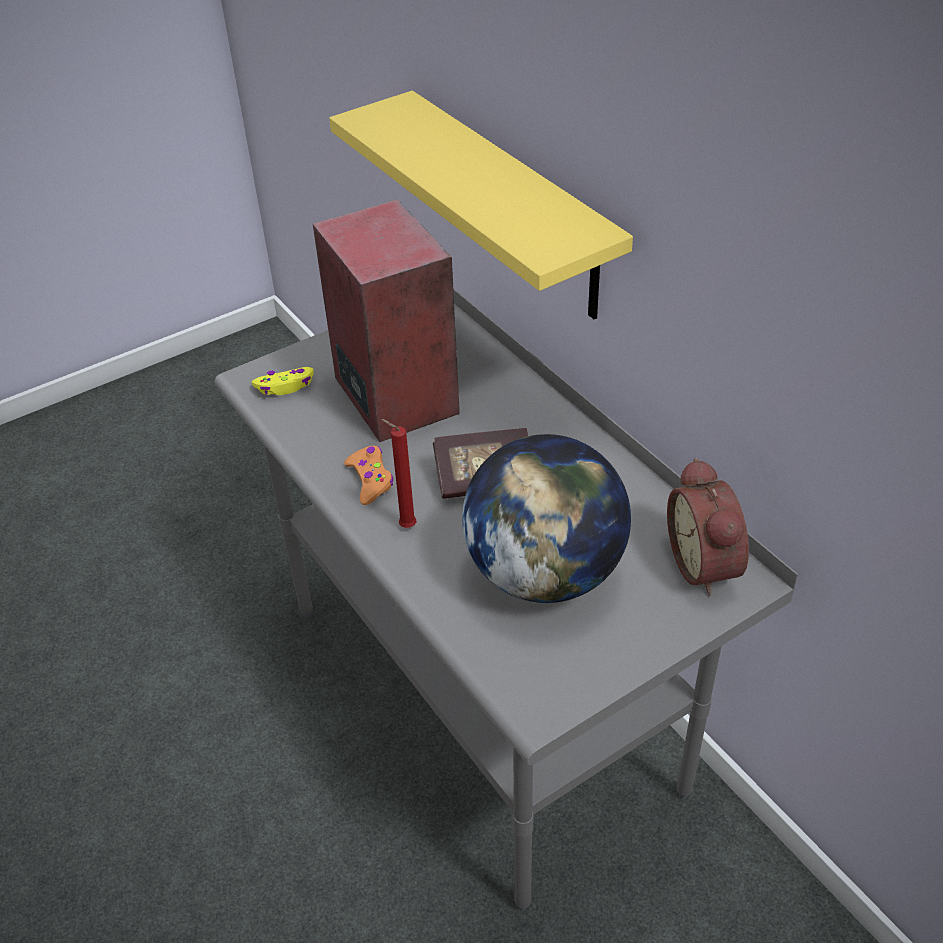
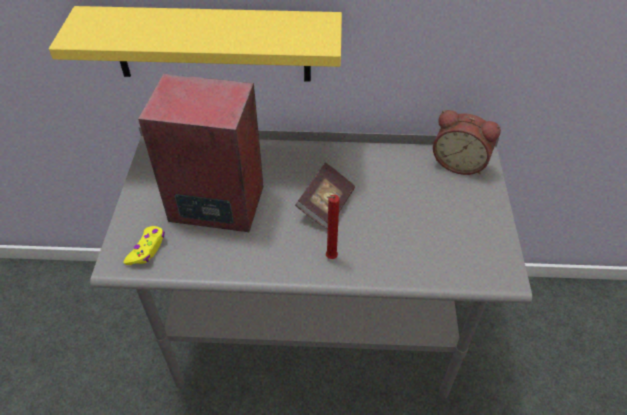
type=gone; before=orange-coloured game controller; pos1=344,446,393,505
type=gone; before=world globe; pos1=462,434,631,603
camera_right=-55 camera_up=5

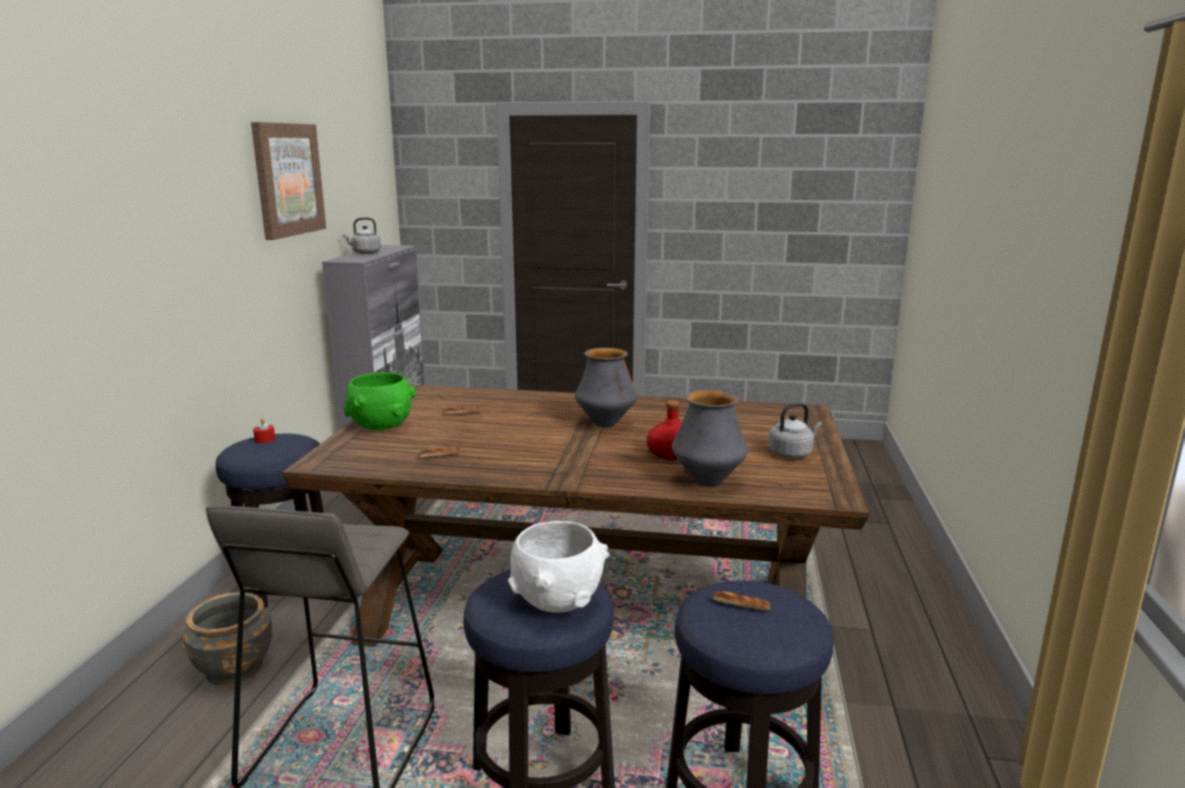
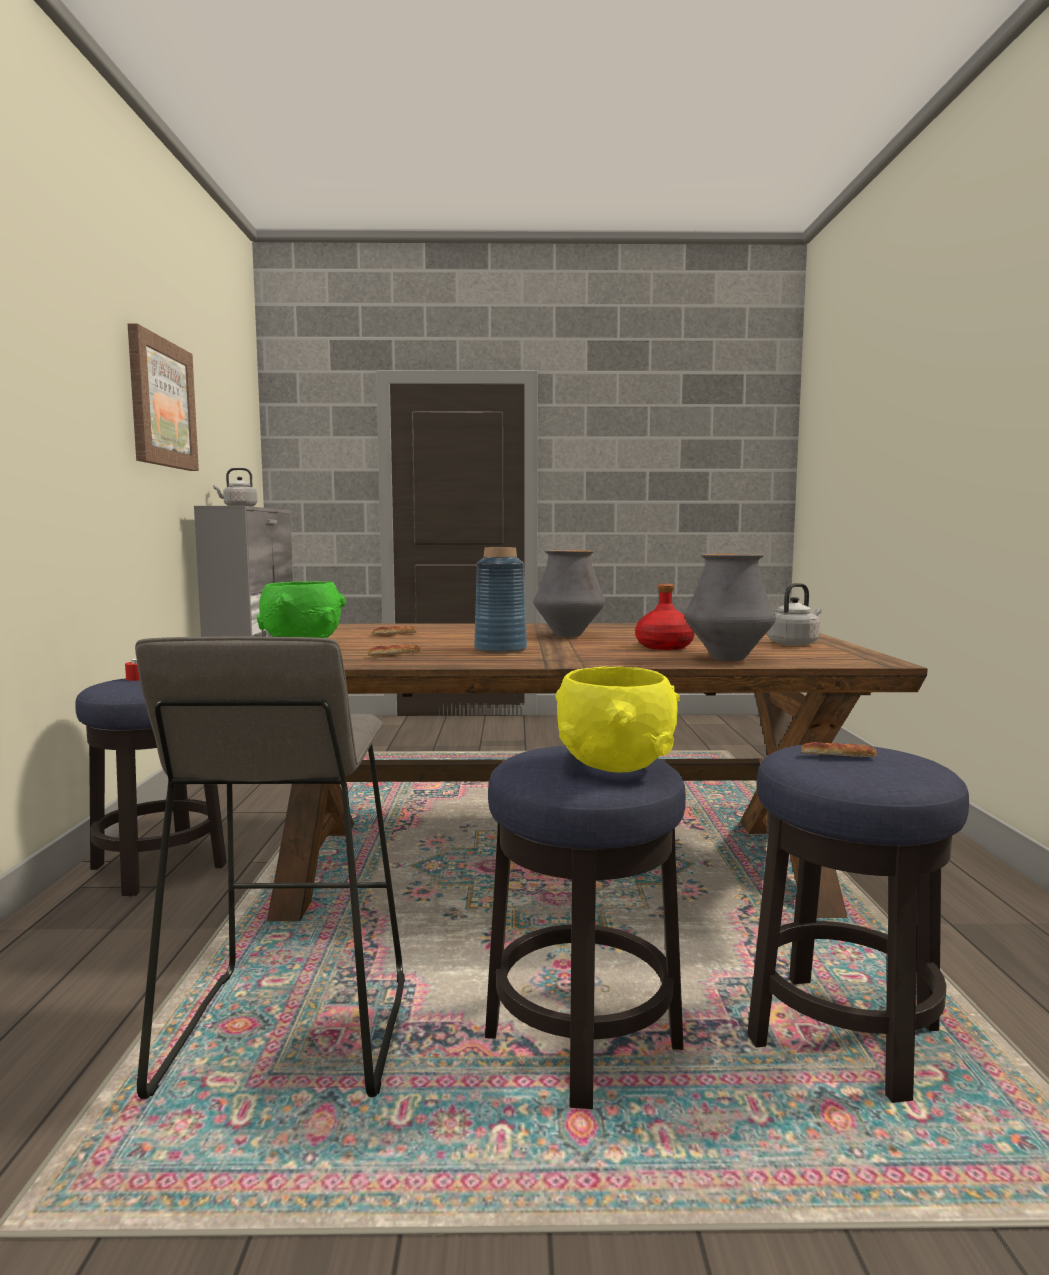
type=gone; before=greyish plant pot; pos1=182,592,274,686
type=repainted; before=white serving bowl; after=yellow-coloured serving bowl; pos1=508,521,610,613; pos2=555,667,680,773
type=new; after=bluish vase; pos2=474,547,527,654
camera_right=-10 camera_up=-10

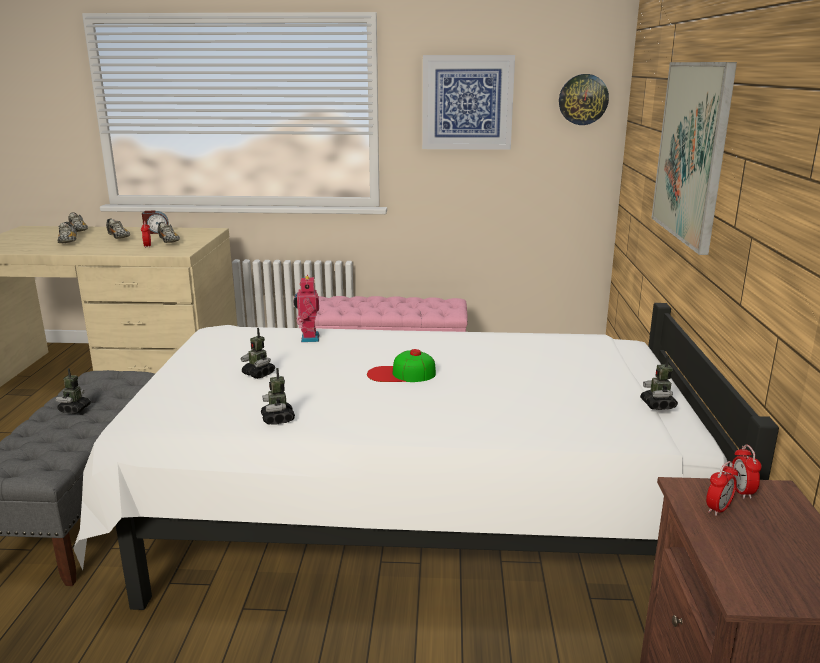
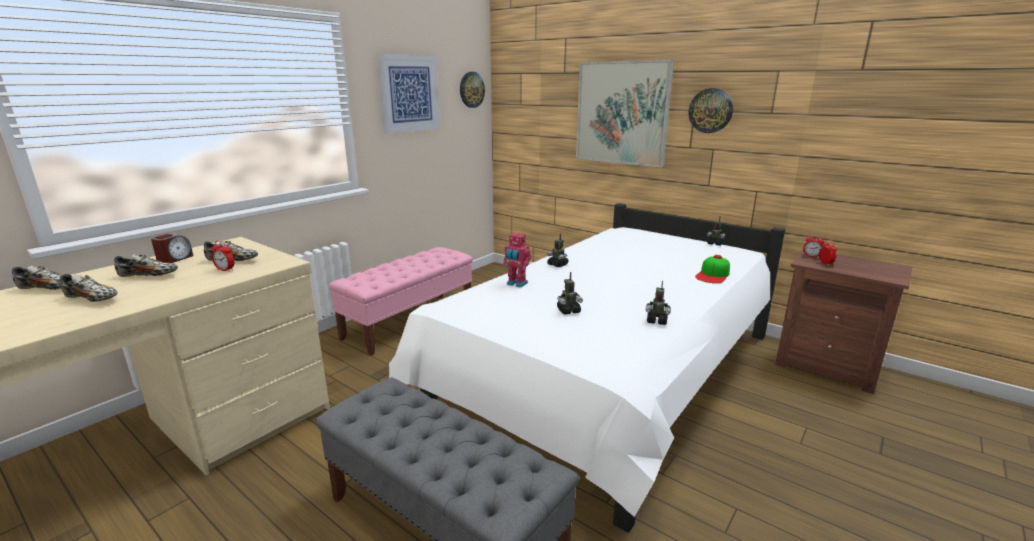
type=shifted; before=toy robot; pos1=56,368,91,414; pos2=547,233,569,267
type=shifted; before=peaked cap; pos1=367,349,436,382; pos2=695,255,730,283
type=new; after=clock on the wall; pos2=689,88,733,133
camera_right=-55 camera_up=0

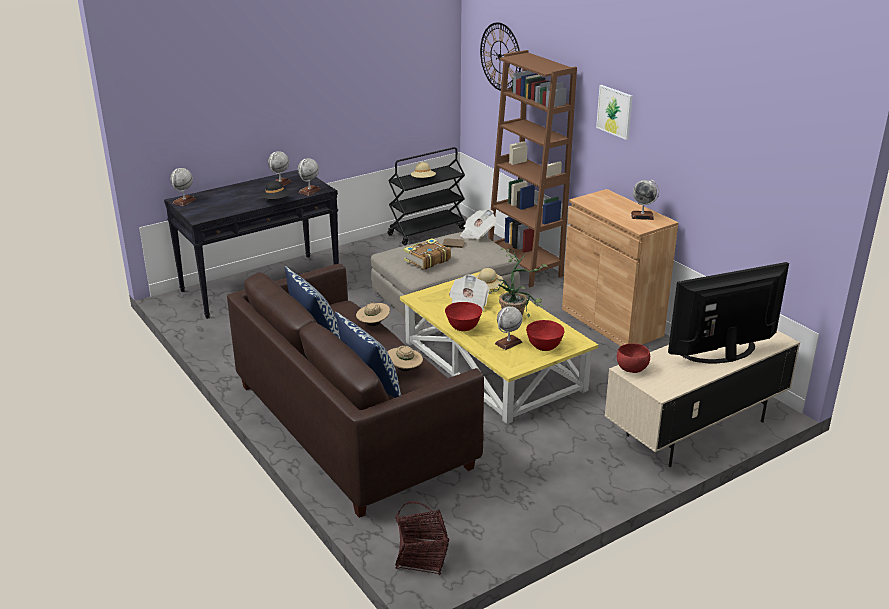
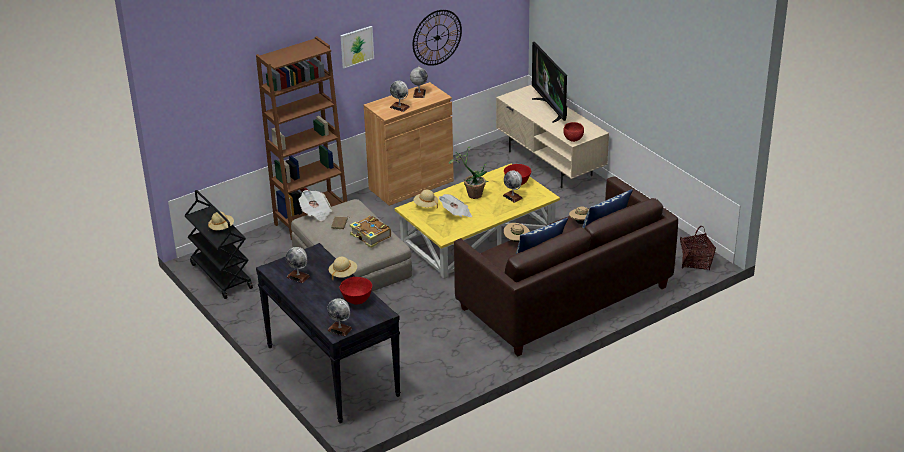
type=repainted; before=black clothing hat; after=beige clothing hat; pos1=261,181,291,199; pos2=329,257,357,280
type=shifted; before=world globe; pos1=297,158,321,196; pos2=390,81,409,112
type=shifted; before=red-coloured serving bowl; pos1=445,302,482,331; pos2=340,277,372,304
type=shifted; before=clock on the wall; pos1=480,22,521,91; pos2=413,10,462,66
camera_right=-90 camera_up=5

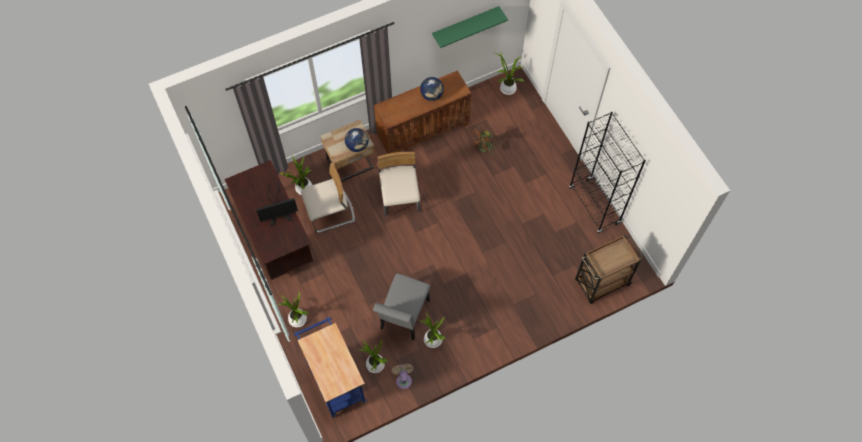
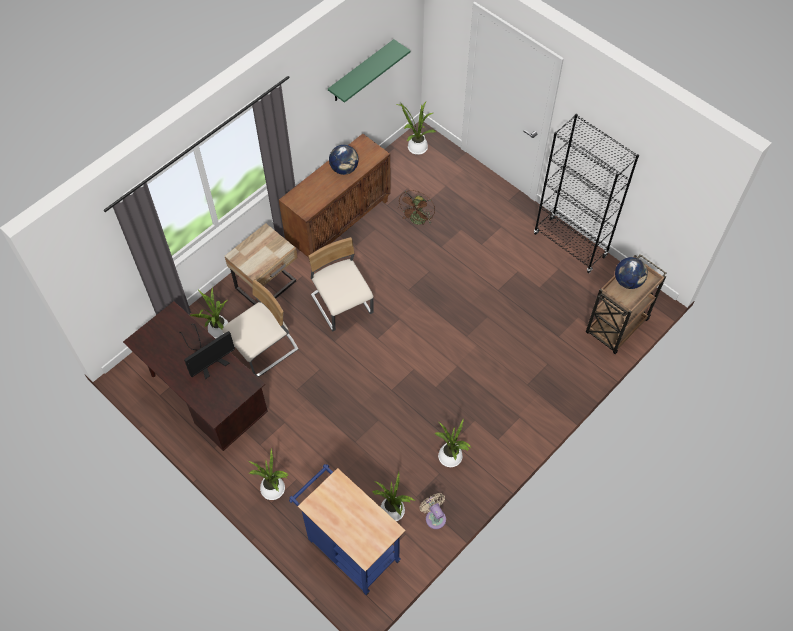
type=shifted; before=world globe; pos1=345,128,368,152; pos2=615,257,648,289
type=gone; before=greyish chair; pos1=373,273,431,340
camera_right=-20 camera_up=-5

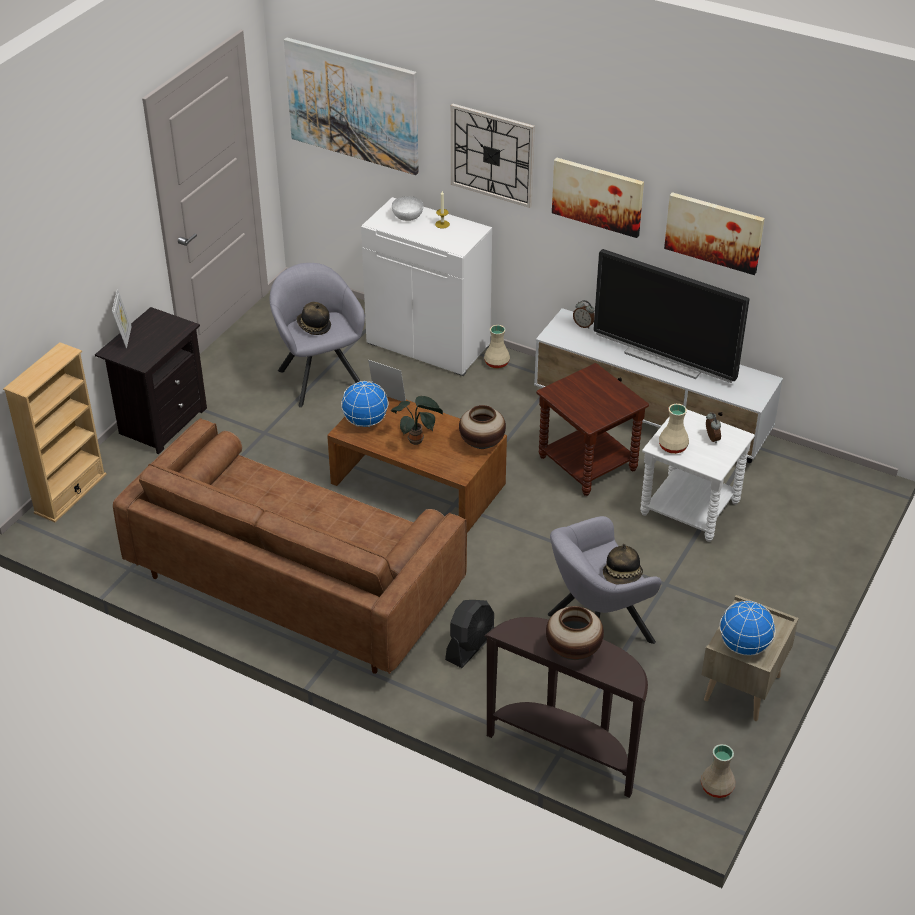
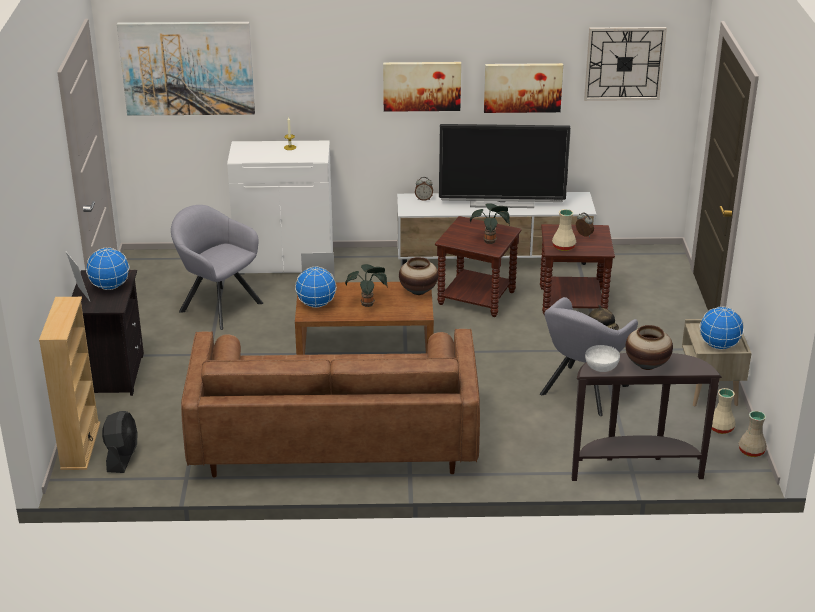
type=gone; before=clothing hat; pos1=296,302,331,335
type=shifted; before=white serving bowl; pos1=392,196,423,221; pos2=585,345,620,372
type=shifted; before=black cooling fan; pos1=445,600,494,668; pos2=102,411,137,473
type=shifted; before=clock on the wall; pos1=451,104,535,208; pos2=584,27,667,101
type=shifted; before=beige vase; pos1=484,325,510,369; pos2=712,388,736,434
type=repainted; before=white accent table; after=brownish accent table; pos1=640,409,755,542; pos2=540,224,615,316
type=new; after=world globe; pos2=86,247,130,290
type=new; after=plant in a pot; pos2=470,203,510,244
camera_right=-30 camera_up=-10

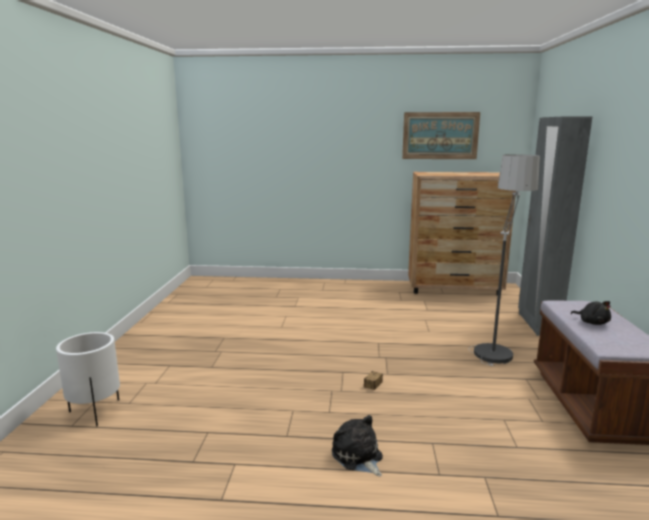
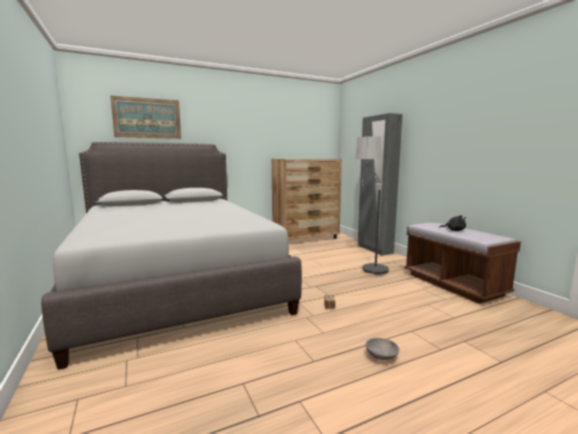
type=gone; before=white plant pot; pos1=56,332,120,427
type=swapped; before=cuddly toy; after=greyish serving bowl; pos1=332,415,383,476; pos2=365,338,399,360
type=shifted; before=wall art; pos1=402,112,480,159; pos2=110,95,181,139
type=new; after=greyish bedroom bed; pos2=41,142,302,370
camera_right=-30 camera_up=-5

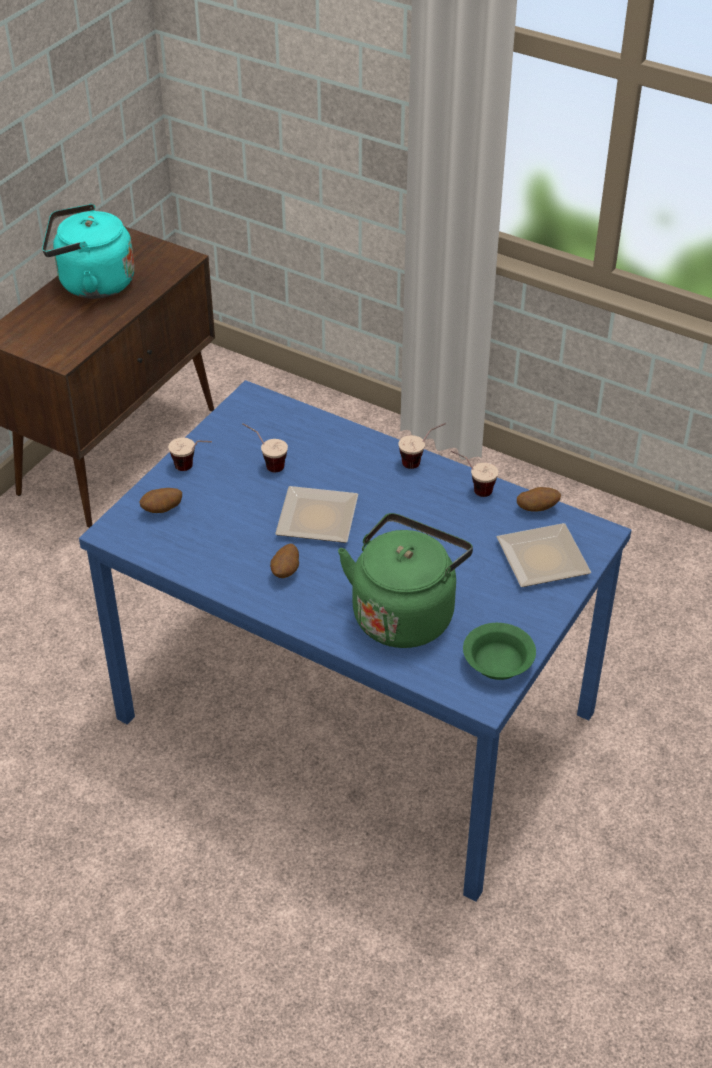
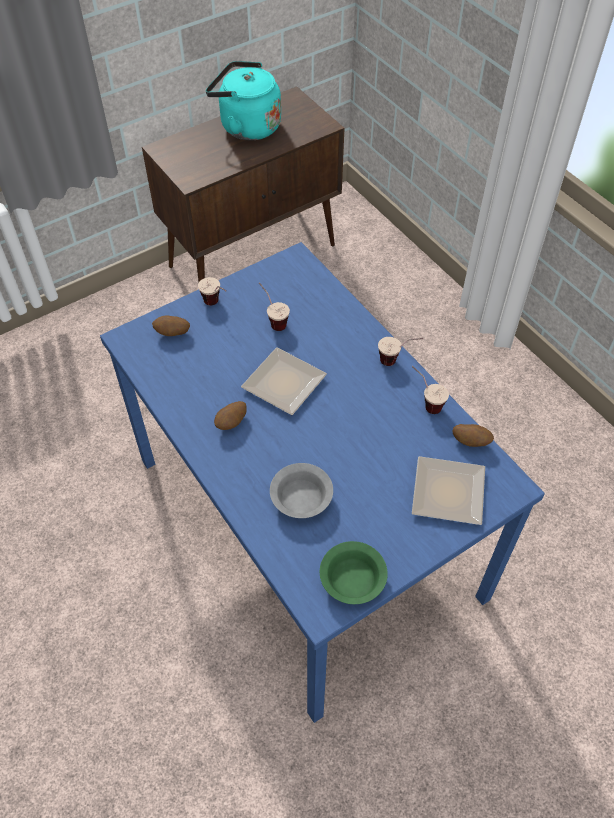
type=swapped; before=green-coloured water kettle; after=greyish serving bowl; pos1=338,513,473,648; pos2=270,463,333,518
camera_right=25 camera_up=10

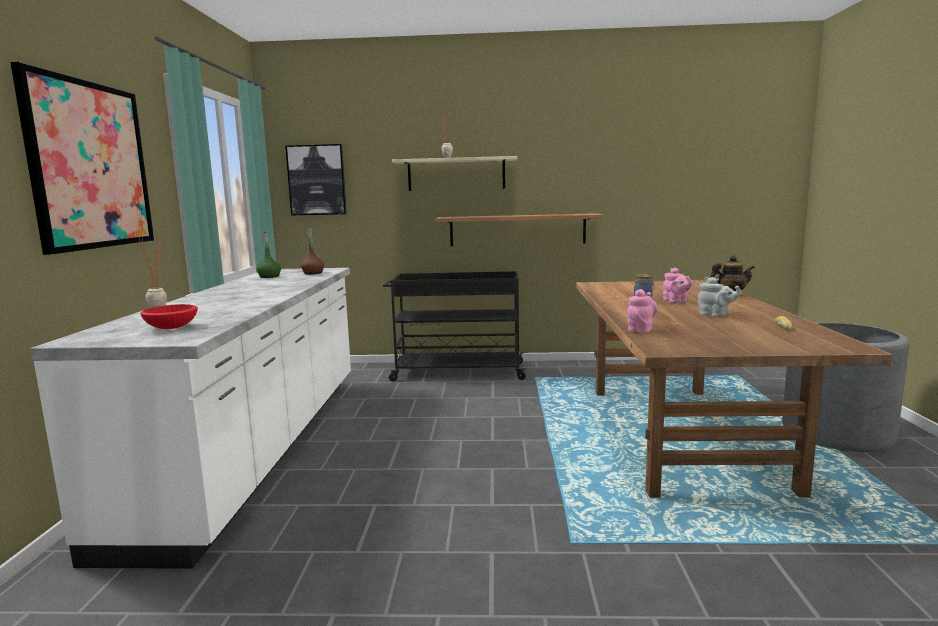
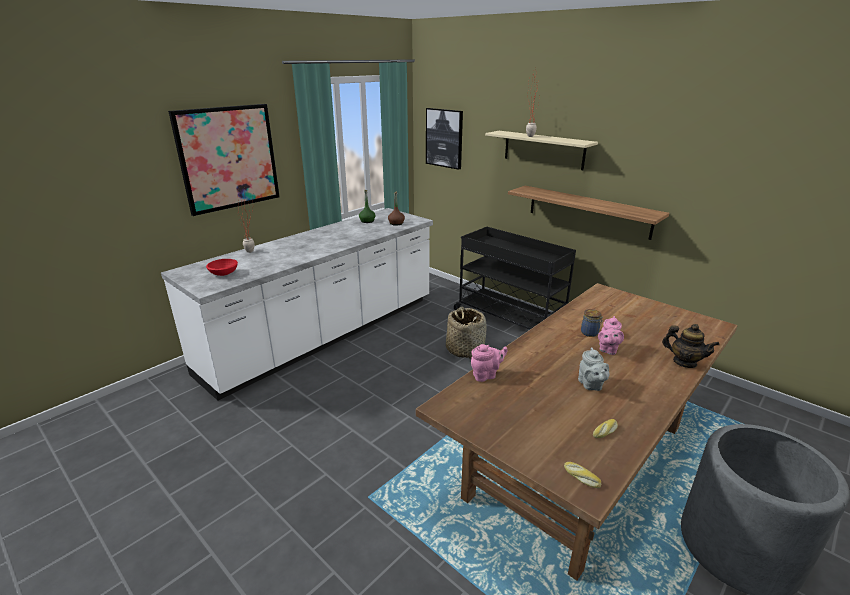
type=new; after=basket; pos2=446,307,487,358
type=new; after=bakery bread; pos2=564,462,601,488
camera_right=40 camera_up=15

